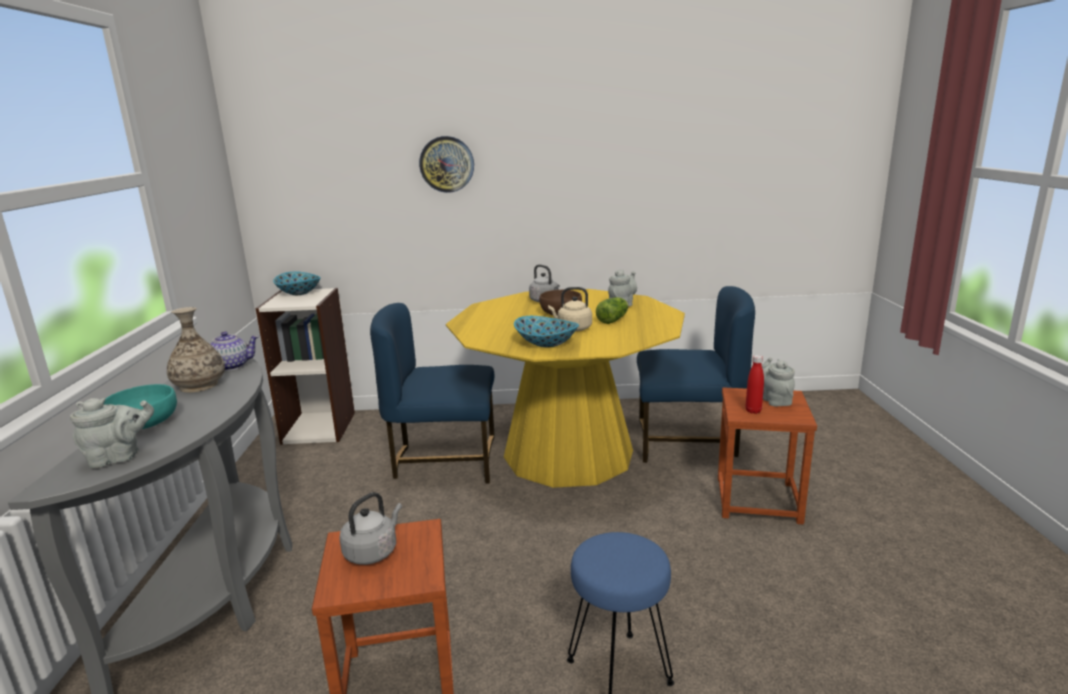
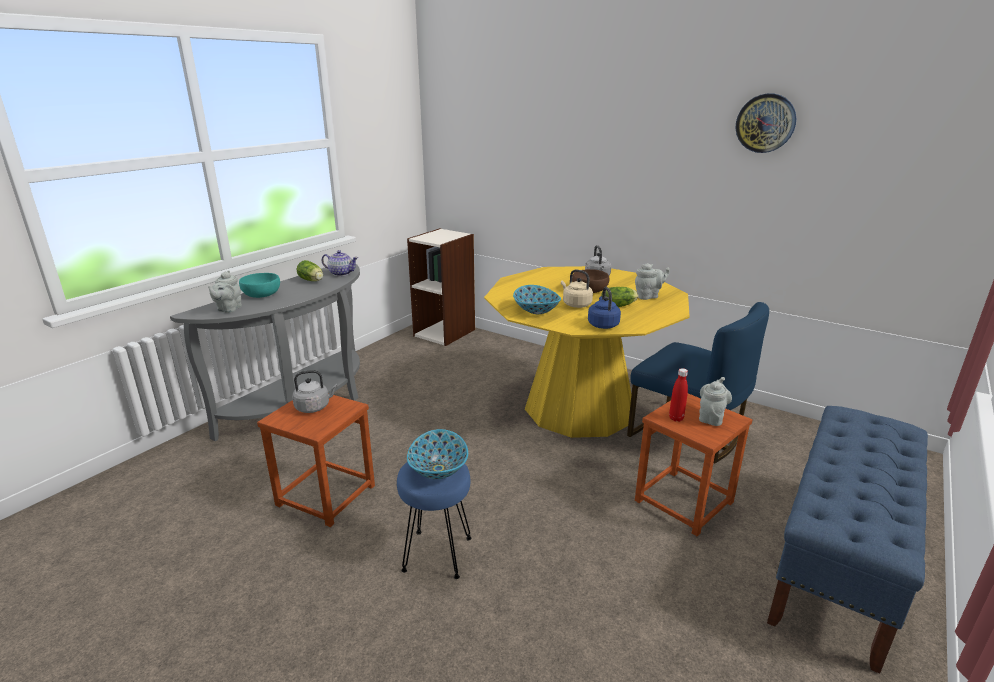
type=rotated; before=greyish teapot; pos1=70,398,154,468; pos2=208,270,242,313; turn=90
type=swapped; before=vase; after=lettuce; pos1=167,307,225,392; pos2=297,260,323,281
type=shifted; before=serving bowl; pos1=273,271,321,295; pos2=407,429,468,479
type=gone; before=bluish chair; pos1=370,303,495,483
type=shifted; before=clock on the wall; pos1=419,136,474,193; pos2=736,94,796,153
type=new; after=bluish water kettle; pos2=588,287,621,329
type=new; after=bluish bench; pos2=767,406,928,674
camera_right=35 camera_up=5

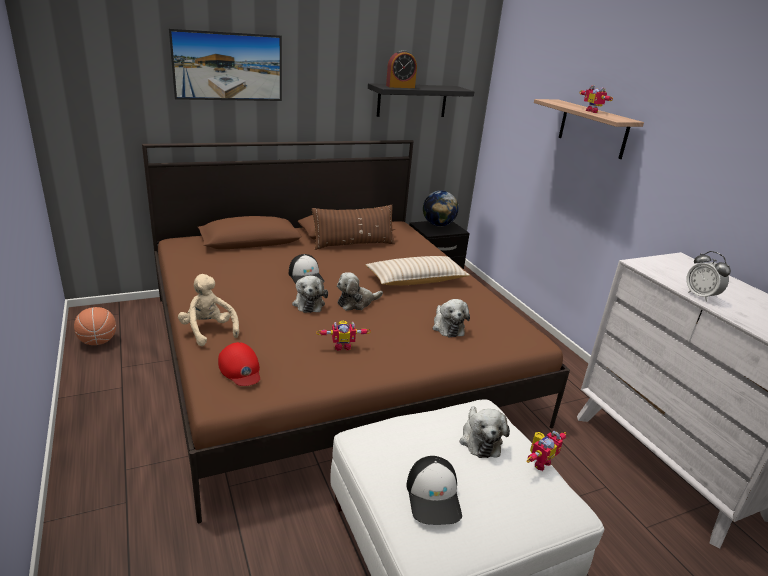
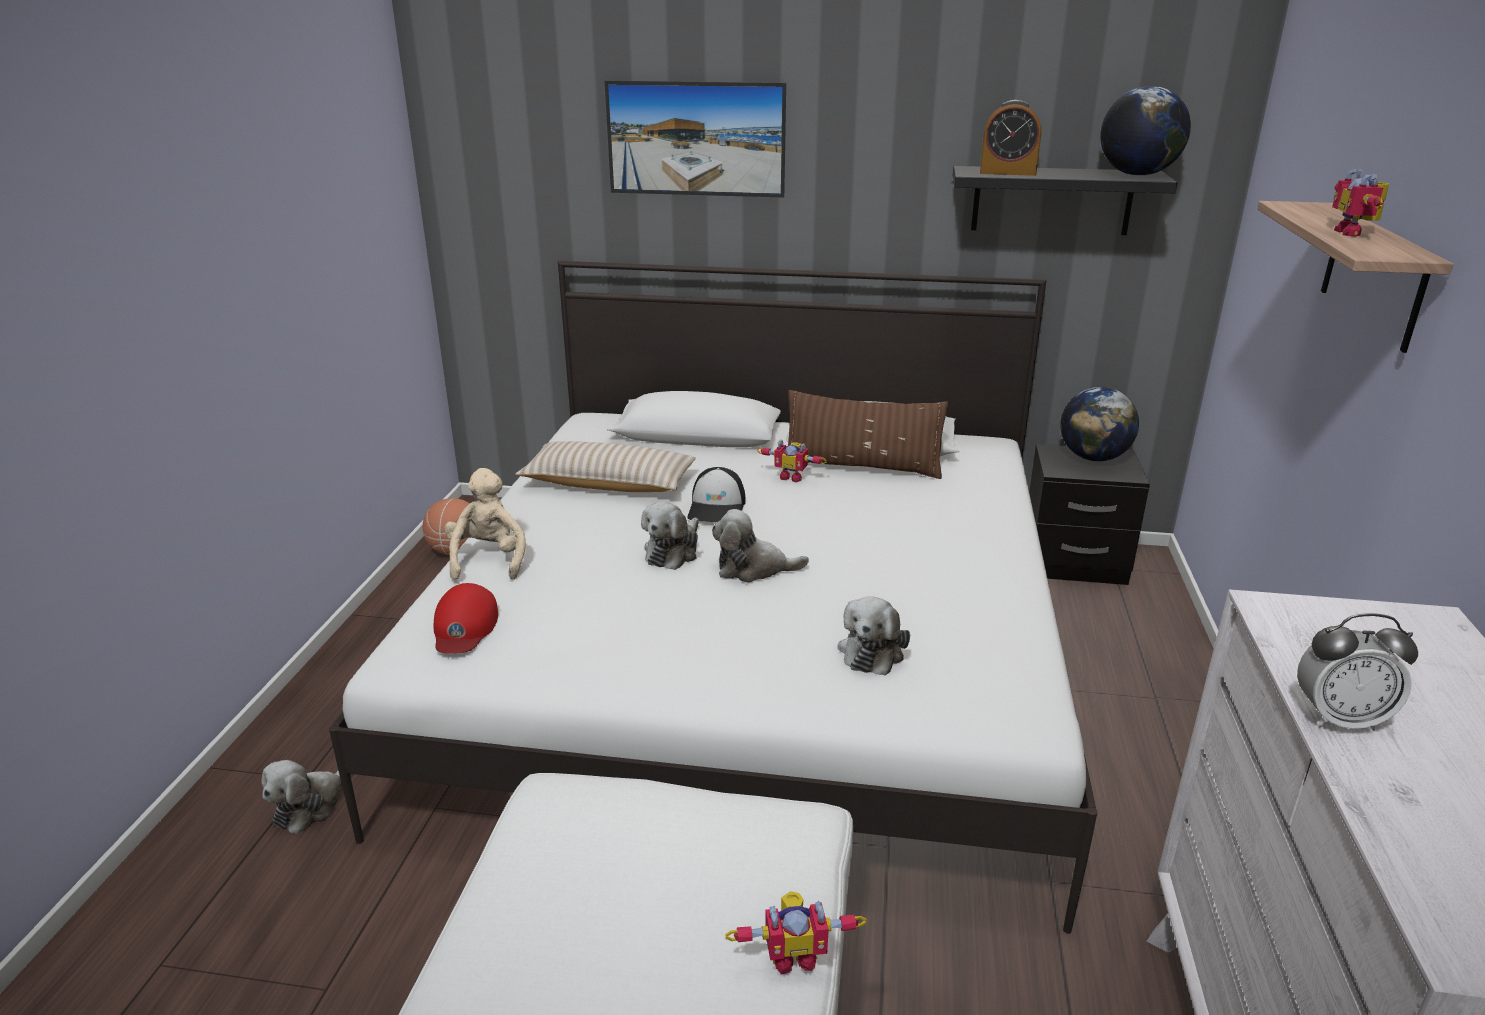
type=repainted; before=brownish bedroom bed; after=white bedroom bed; pos1=142,140,570,523; pos2=329,261,1097,934
type=shifted; before=toy robot; pos1=316,321,371,351; pos2=757,440,826,482
type=shifted; before=beige pillow; pos1=366,256,470,285; pos2=515,441,696,492
type=gone; before=peaked cap; pos1=407,456,462,525
type=shifted; before=cuddly toy; pos1=459,406,510,458; pos2=262,760,352,834
type=rotated; before=table clock; pos1=686,251,731,302; pos2=1297,613,1418,731; turn=-90
type=new; after=world globe; pos2=1100,86,1191,176
camera_right=35 camera_up=0

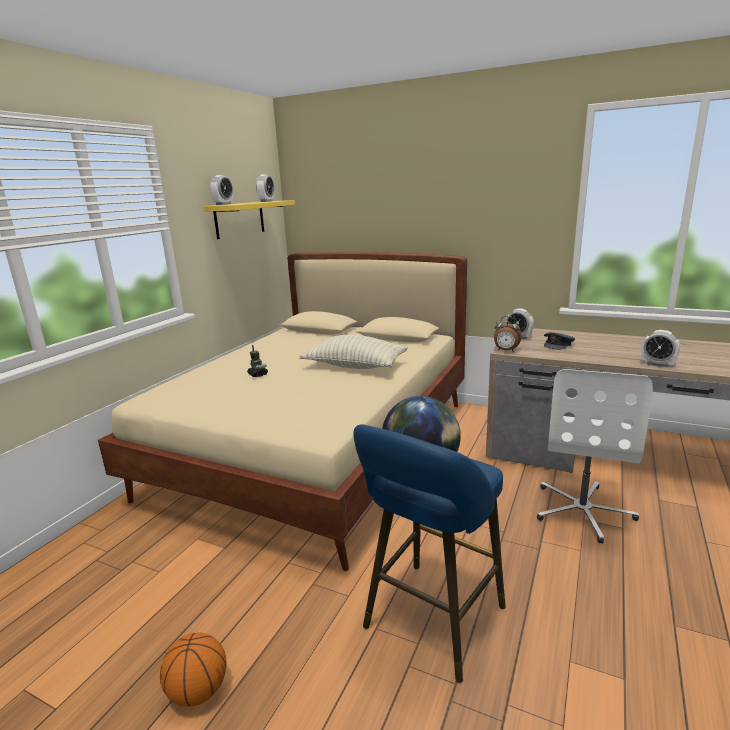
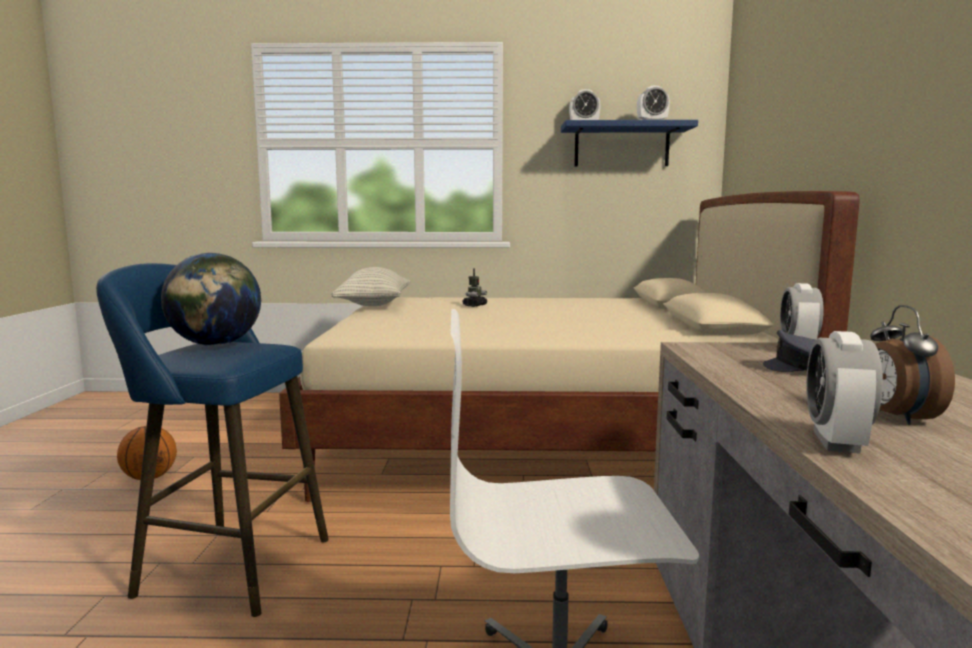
type=repainted; before=yellow-coloured wall shelf; after=bluish wall shelf; pos1=204,200,295,239; pos2=561,120,698,166
type=shifted; before=pillow; pos1=299,335,408,369; pos2=331,267,411,306
type=shifted; before=table clock; pos1=494,316,522,352; pos2=870,305,955,425
camera_right=65 camera_up=-10

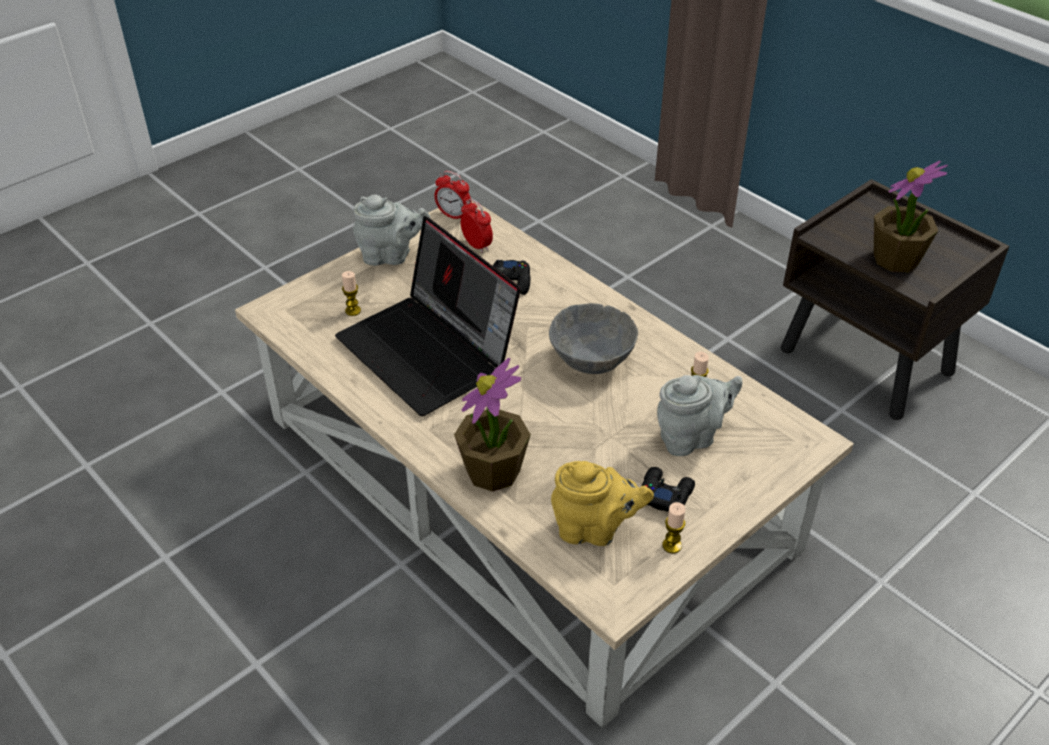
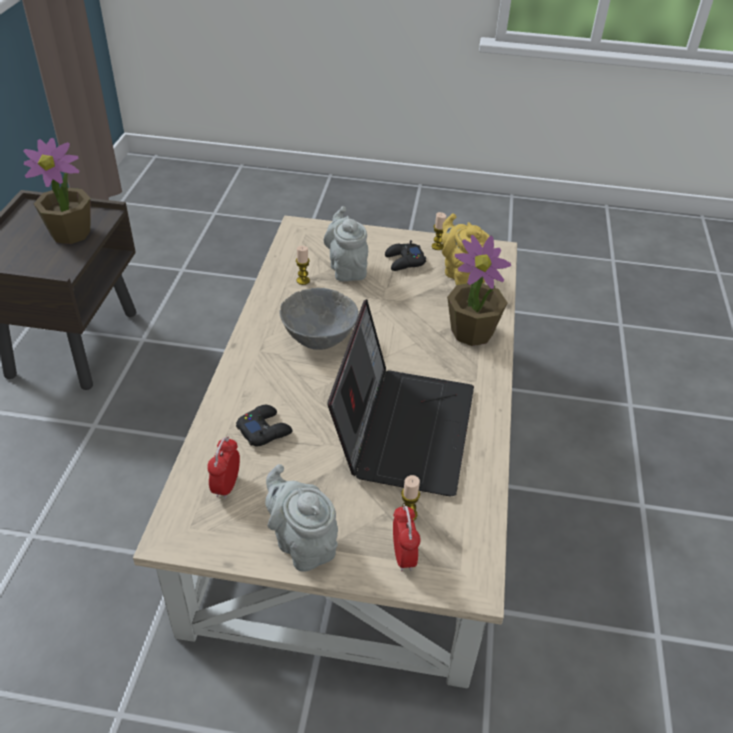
type=shifted; before=table clock; pos1=434,171,472,219; pos2=393,504,421,572
type=rotated; before=greyish teapot; pos1=657,375,742,456; pos2=323,206,368,282; turn=45
camera_right=-130 camera_up=0

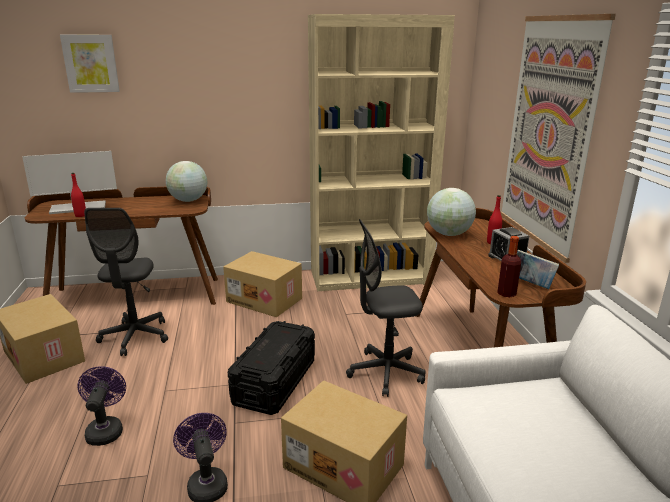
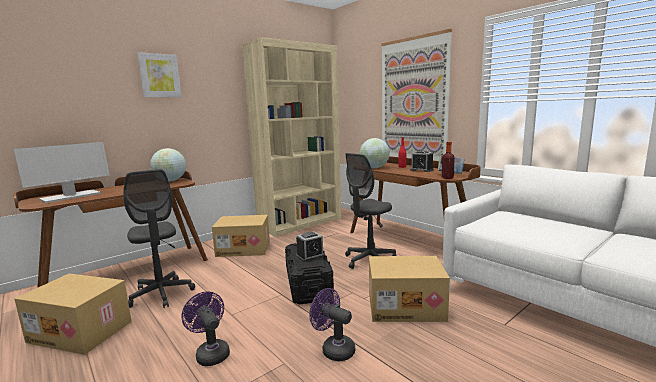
type=shifted; before=wall art; pos1=60,35,120,93; pos2=137,52,182,97
type=gone; before=red-coloured beverage bottle; pos1=71,173,86,217
type=new; after=table clock; pos2=296,232,325,262
camera_right=-30 camera_up=-10

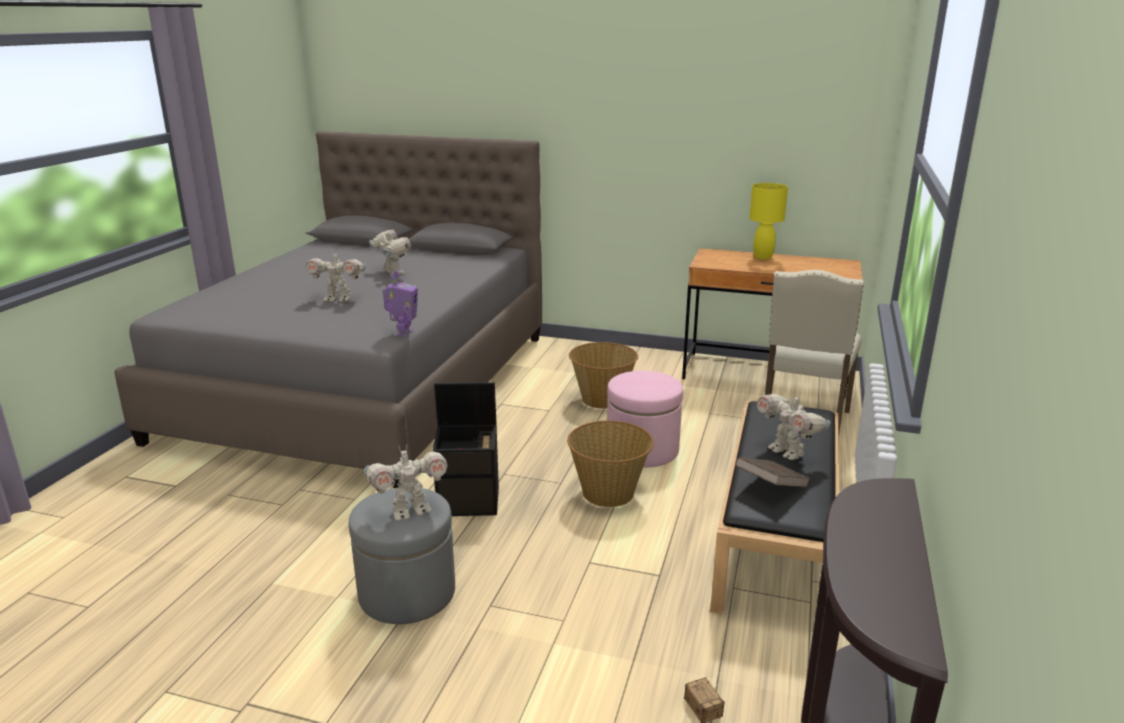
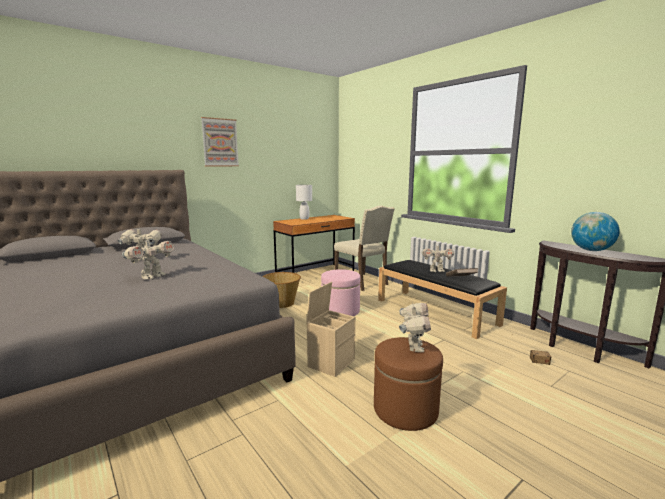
type=repainted; before=greyish footrest; after=brownish footrest; pos1=349,488,455,624; pos2=374,337,443,431
type=gone; before=toy robot; pos1=383,270,418,337
type=repainted; before=black storage box; after=beige storage box; pos1=432,382,499,516; pos2=307,282,355,377
type=gone; before=basket; pos1=567,420,654,507
type=repainted; before=yellow-coloured tabletop lamp; after=white tabletop lamp; pos1=749,183,788,259; pos2=296,185,312,220
type=new; after=wall art; pos2=201,117,239,166
type=new; after=world globe; pos2=571,212,620,251
camera_right=-55 camera_up=-10

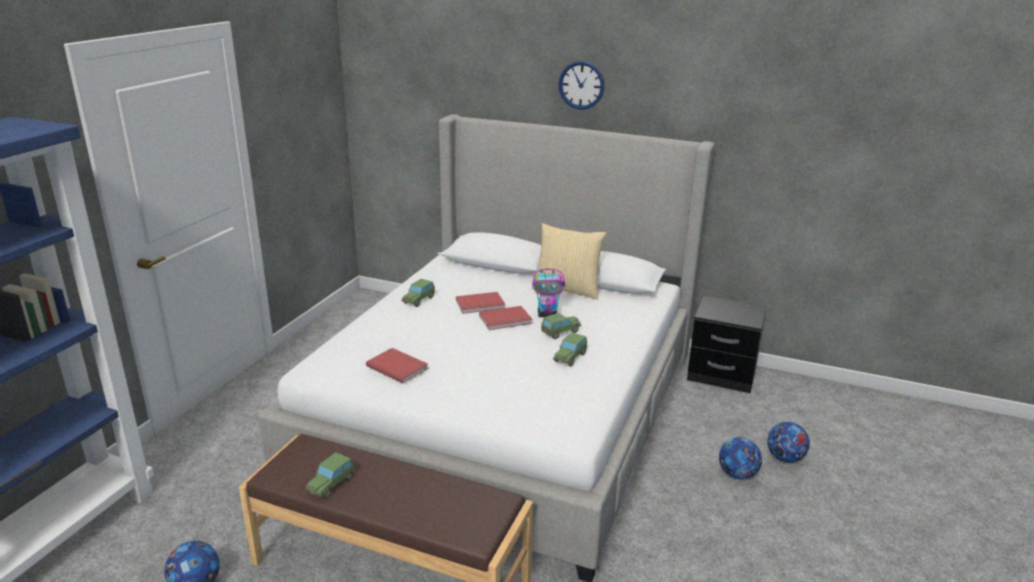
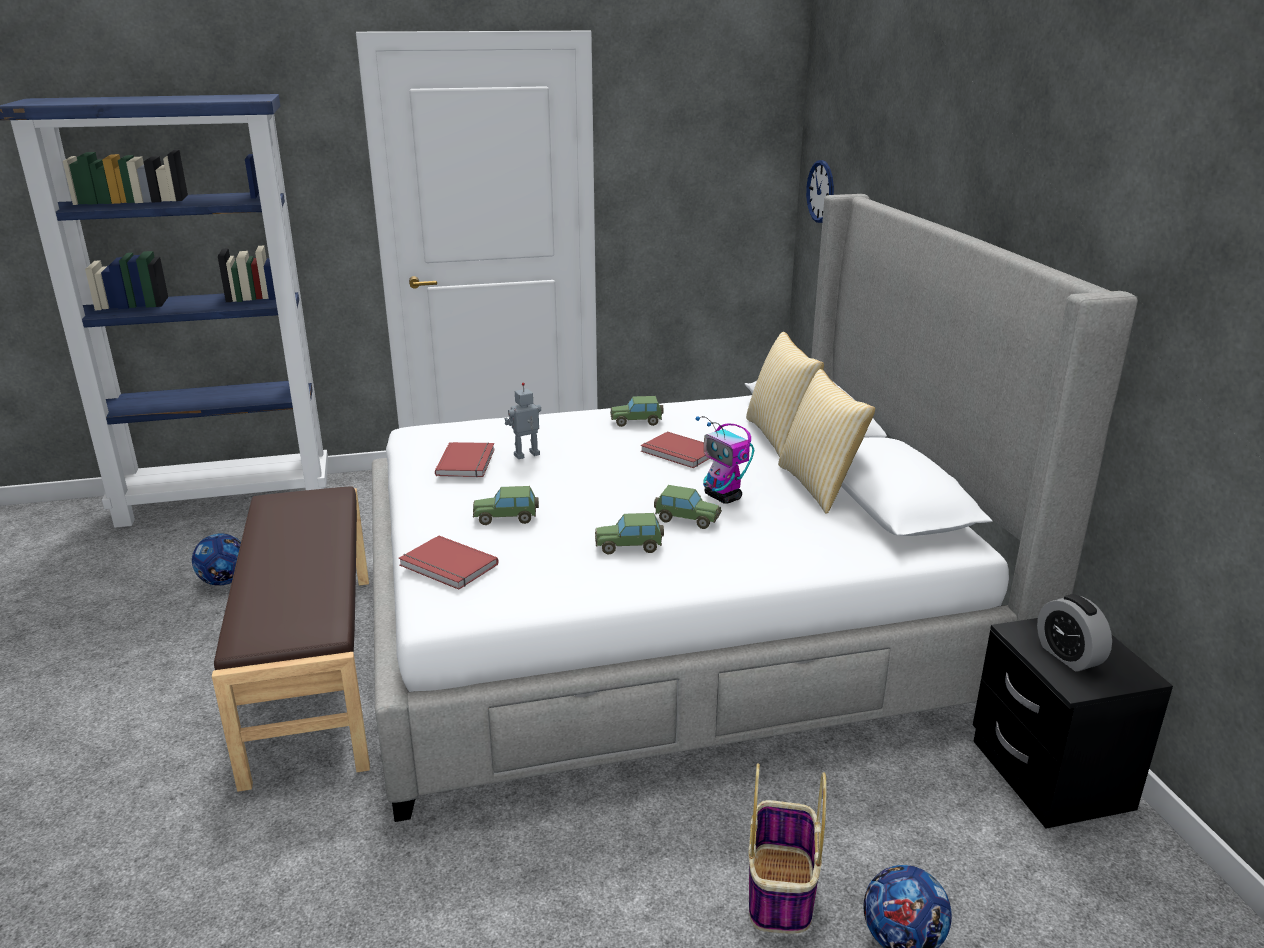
type=shifted; before=toy car; pos1=304,452,355,499; pos2=473,486,539,525
type=shifted; before=red-coloured volume; pos1=479,306,533,330; pos2=399,535,498,590
type=shifted; before=clock on the wall; pos1=559,61,605,110; pos2=806,160,834,223
type=swapped; before=football ball; after=basket; pos1=719,437,762,480; pos2=748,763,826,934
type=new; after=toy robot; pos2=504,383,541,459
type=new; after=pillow; pos2=746,332,824,457
type=new; after=table clock; pos2=1037,594,1112,671
camera_right=55 camera_up=0

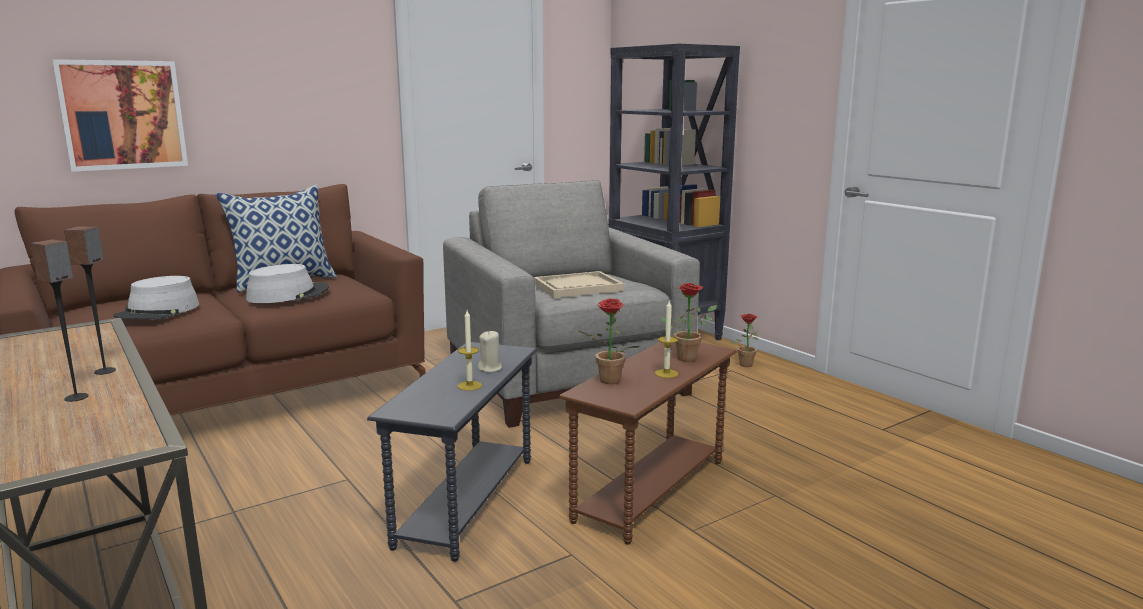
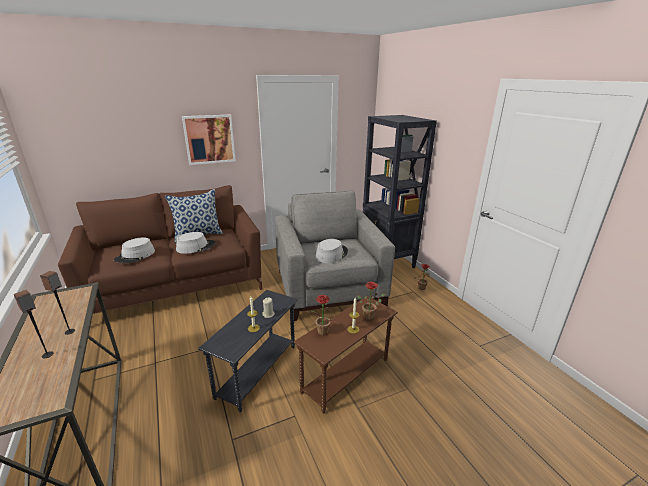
type=shifted; before=wall art; pos1=52,59,188,172; pos2=182,115,236,165
type=swapped; before=beige tray; after=greyish clothing hat; pos1=534,271,624,298; pos2=315,239,348,263
camera_right=10 camera_up=10

